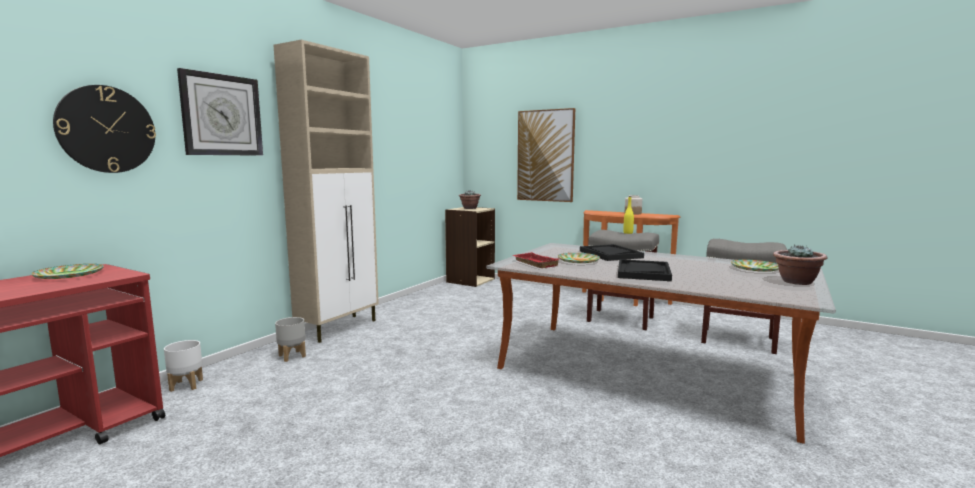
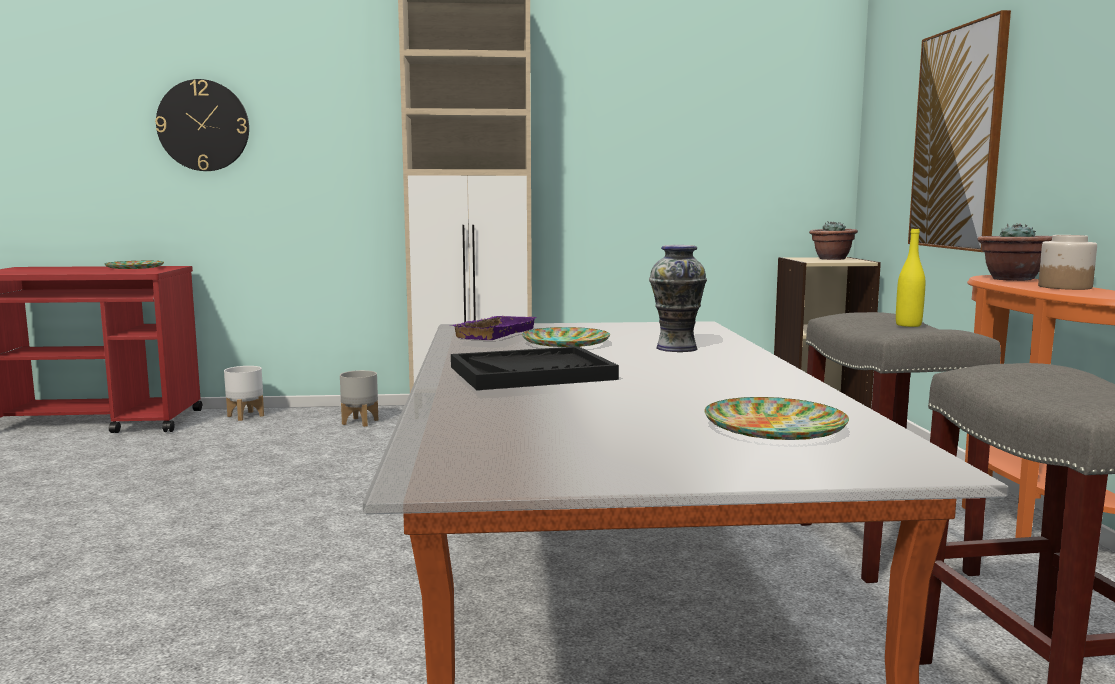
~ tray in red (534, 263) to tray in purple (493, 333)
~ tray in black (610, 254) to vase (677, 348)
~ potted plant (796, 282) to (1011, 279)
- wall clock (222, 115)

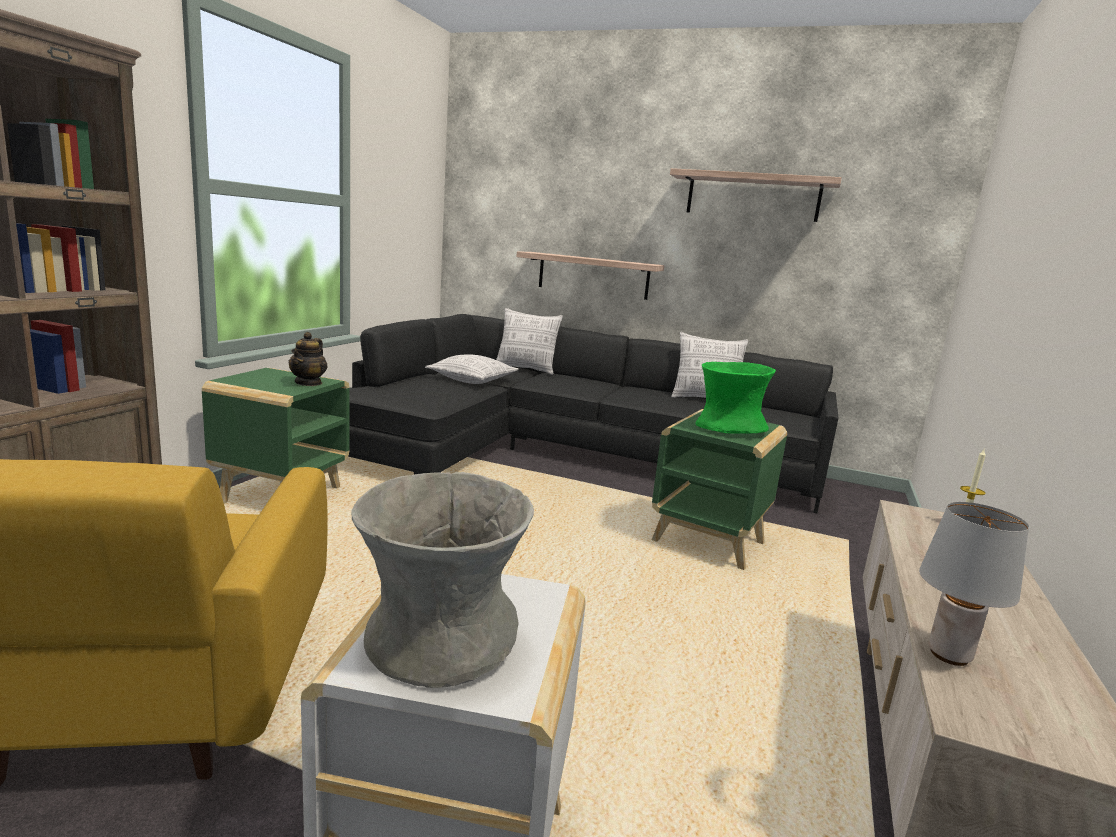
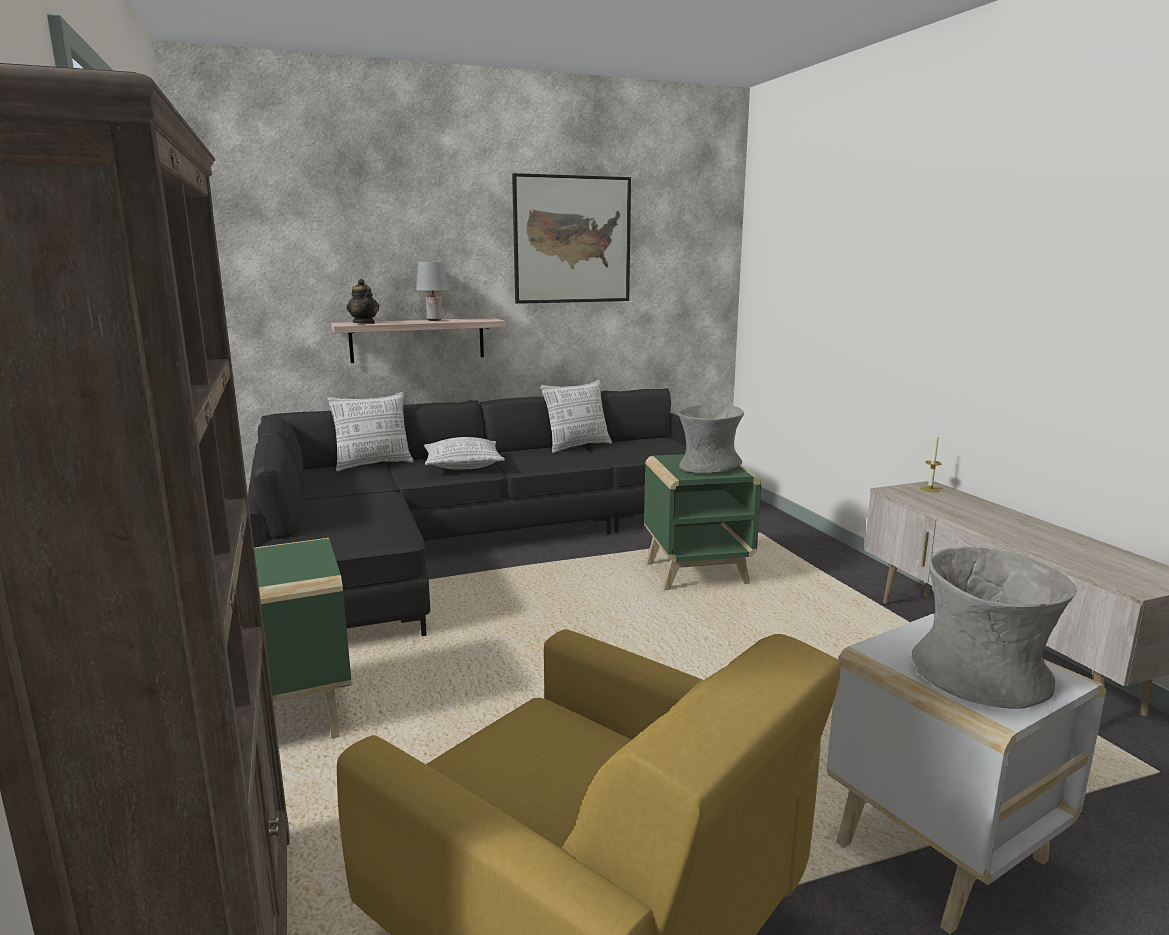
~ teapot (309, 383) to (364, 323)
~ table lamp in grey (949, 655) to (434, 320)
~ pillow (472, 380) to (463, 465)
~ shelf (753, 197) to picture (572, 240)
~ vase in green (729, 429) to vase in grey (708, 467)

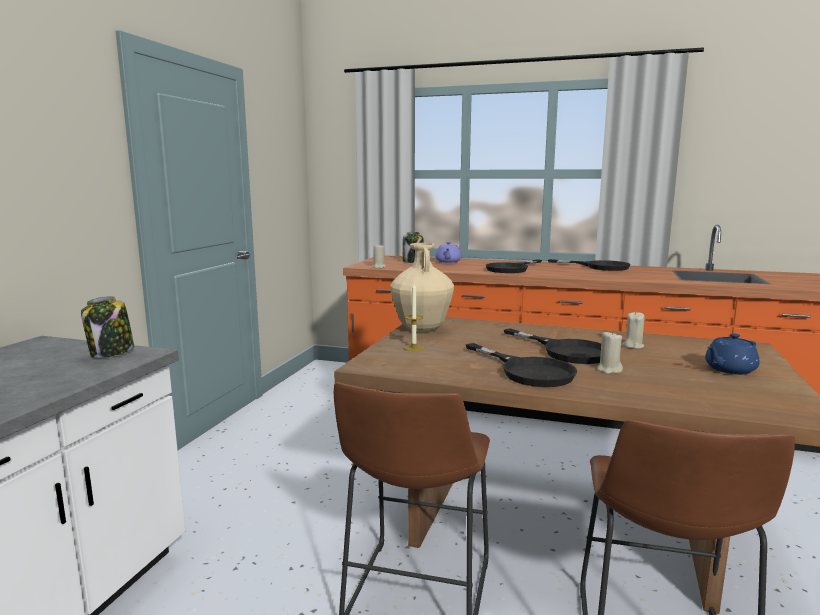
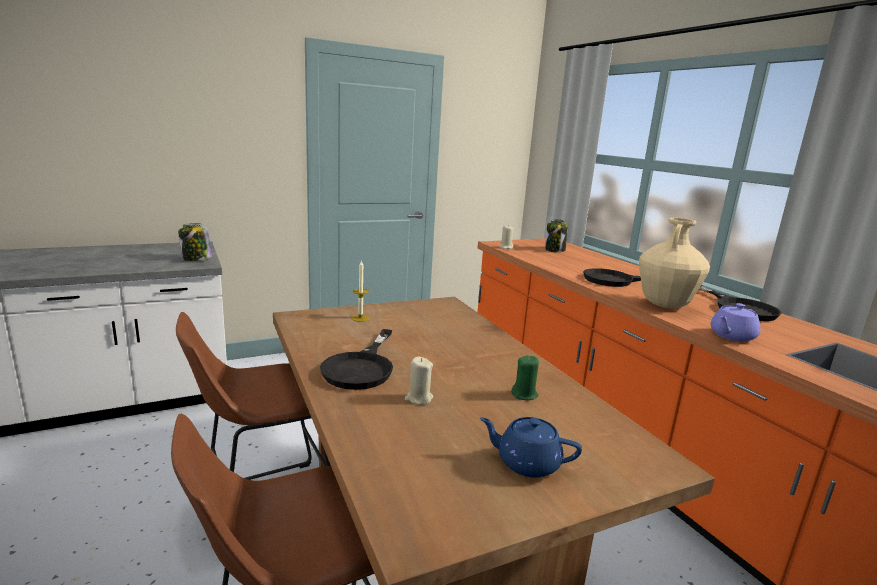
~ candle in beige (632, 346) to candle in green (524, 395)
~ vase in beige (422, 329) to (665, 305)
~ teapot in purple (448, 262) to (731, 336)
- frying pan in black (566, 351)

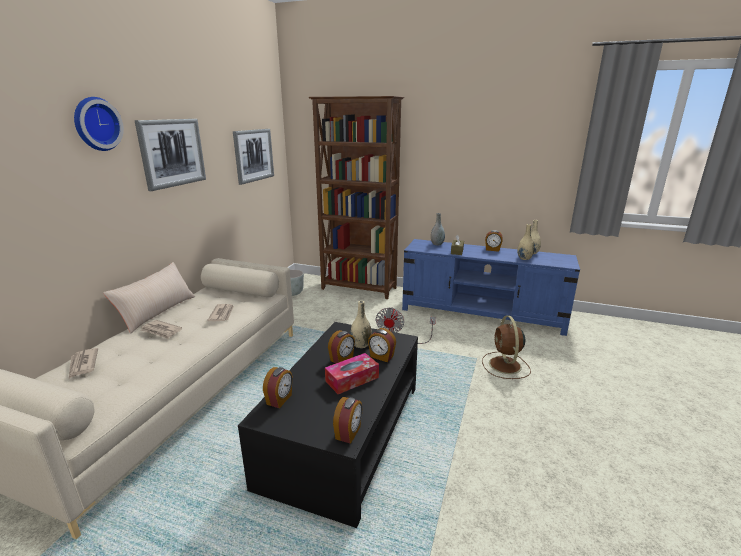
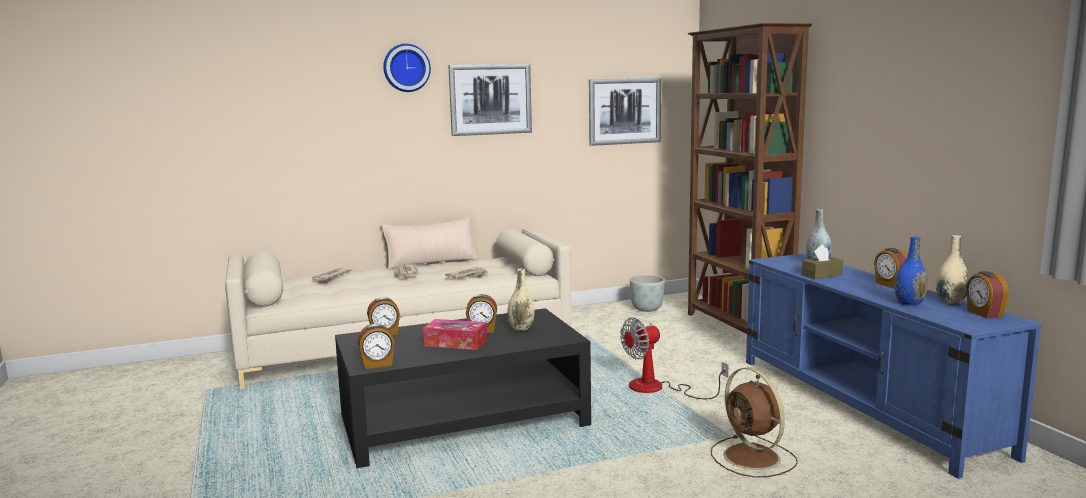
~ fan in brown (505, 366) = (753, 458) 75 degrees counterclockwise
~ vase in beige (524, 258) to vase in blue (909, 303)
~ alarm clock (381, 357) to (984, 314)

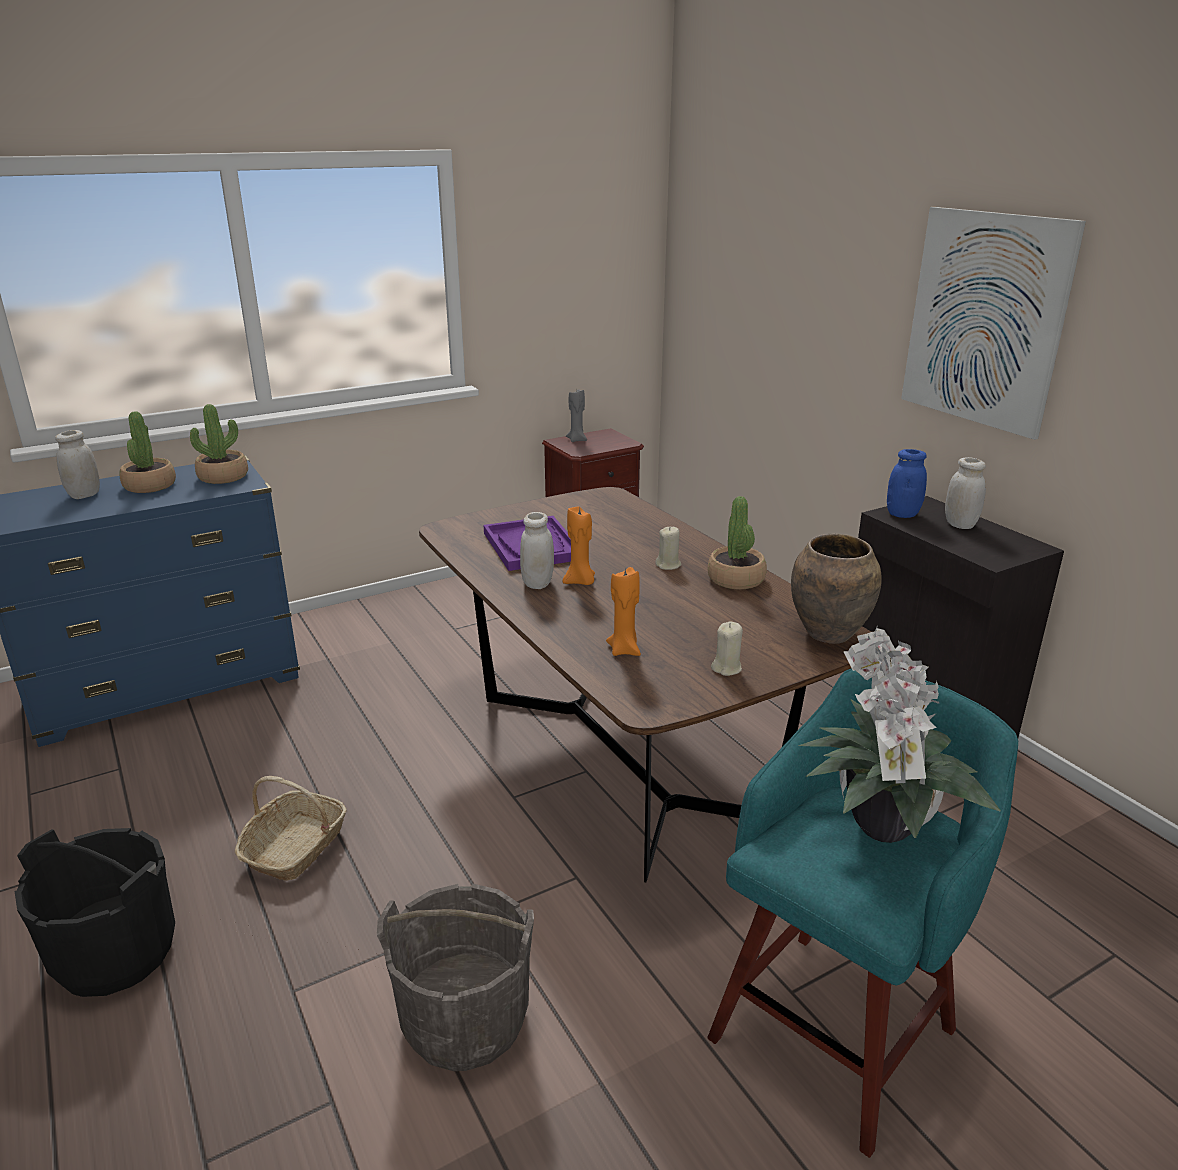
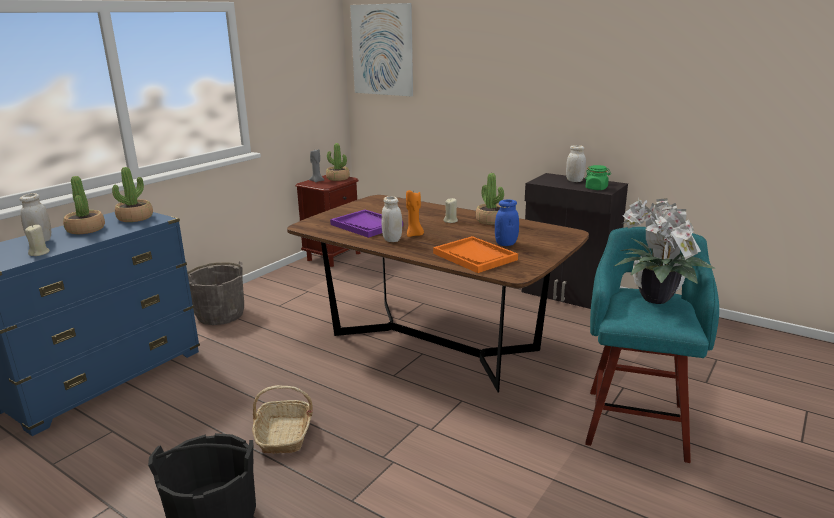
~ candle in beige (726, 668) to (39, 253)
~ bucket in grey (465, 1019) to (220, 315)
+ potted plant (338, 178)
~ picture (984, 320) to (382, 50)
~ candle in orange (624, 650) to tray in orange (475, 256)
~ jar in blue (902, 514) to (506, 243)
+ jar in green (596, 188)
- vase in brown (829, 634)

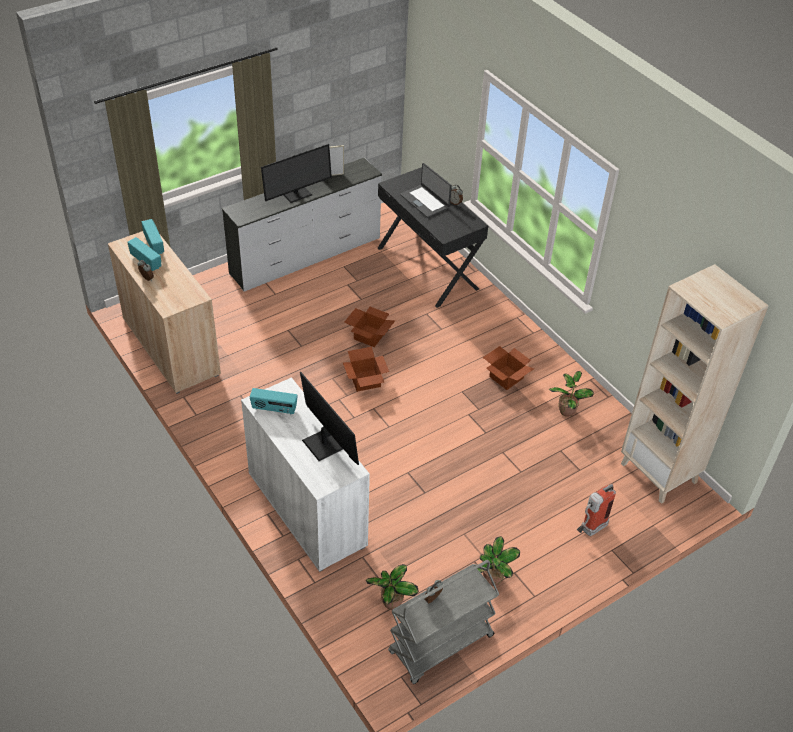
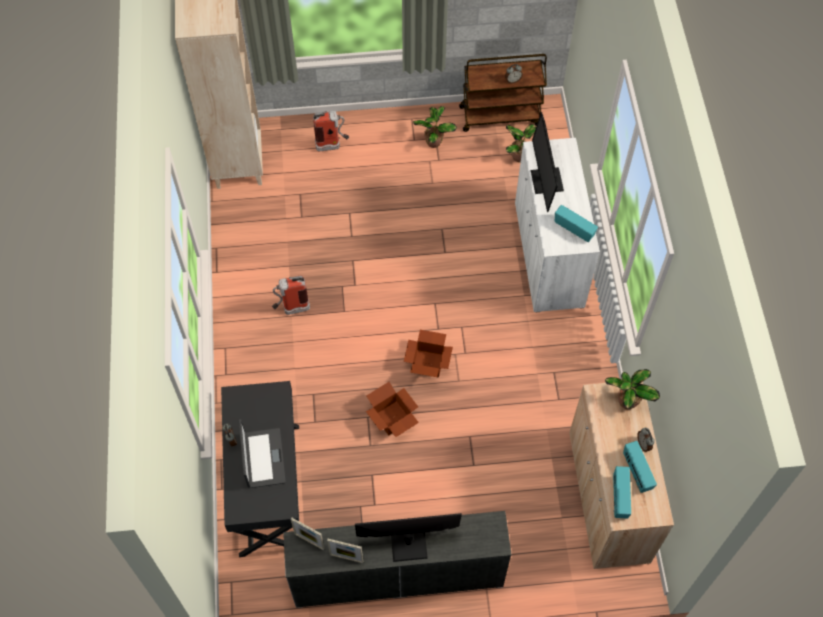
~ cardboard box (506, 376) to fire extinguisher (291, 309)
+ picture frame (309, 541)
~ cart in grey (441, 645) to cart in brown (500, 115)
~ potted plant (567, 410) to (626, 402)

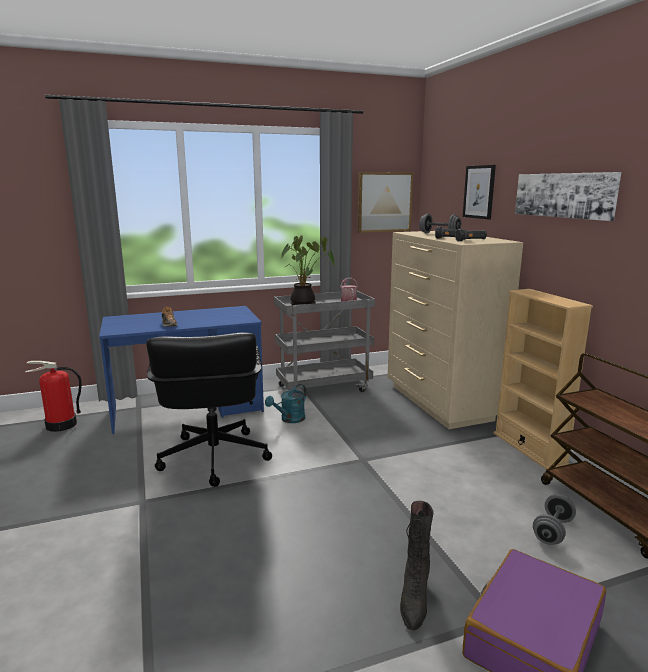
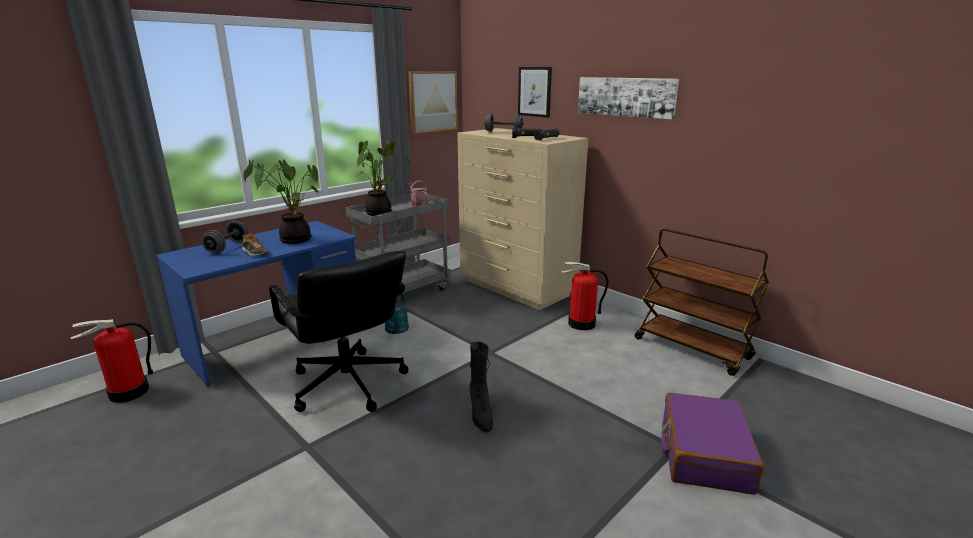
~ dumbbell in grey (552, 531) to (228, 247)
+ potted plant (295, 239)
~ boot in black (414, 599) to (480, 414)
+ fire extinguisher (581, 324)
- bookcase in beige (529, 448)

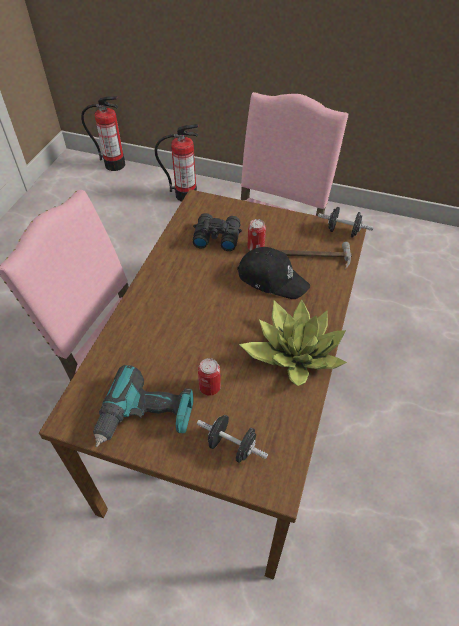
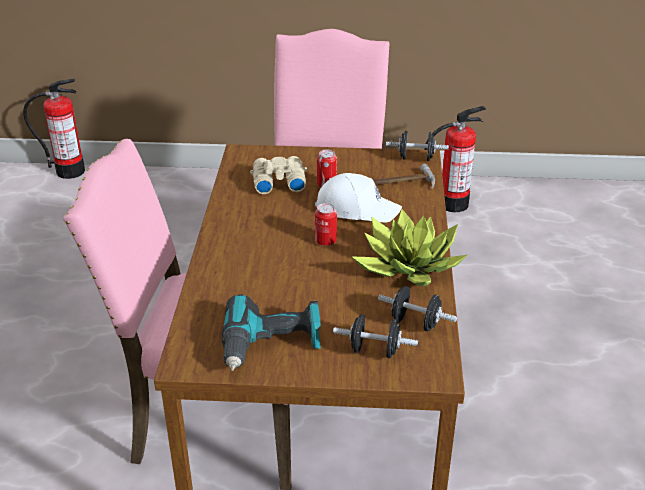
~ binoculars in black (216, 237) to binoculars in beige (277, 182)
~ cap in black (272, 278) to cap in white (356, 208)
~ can (209, 387) to (325, 241)
+ dumbbell in black (415, 323)
~ fire extinguisher (186, 195) to (453, 204)

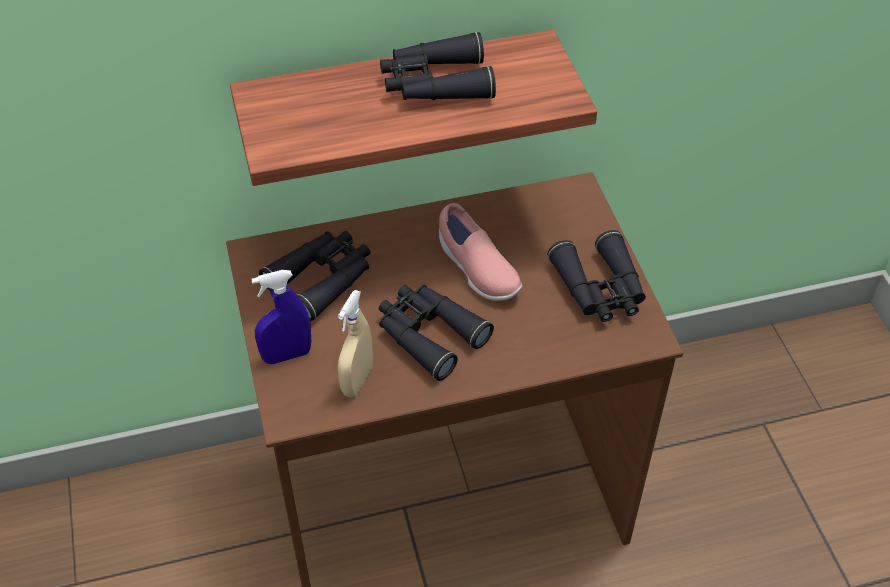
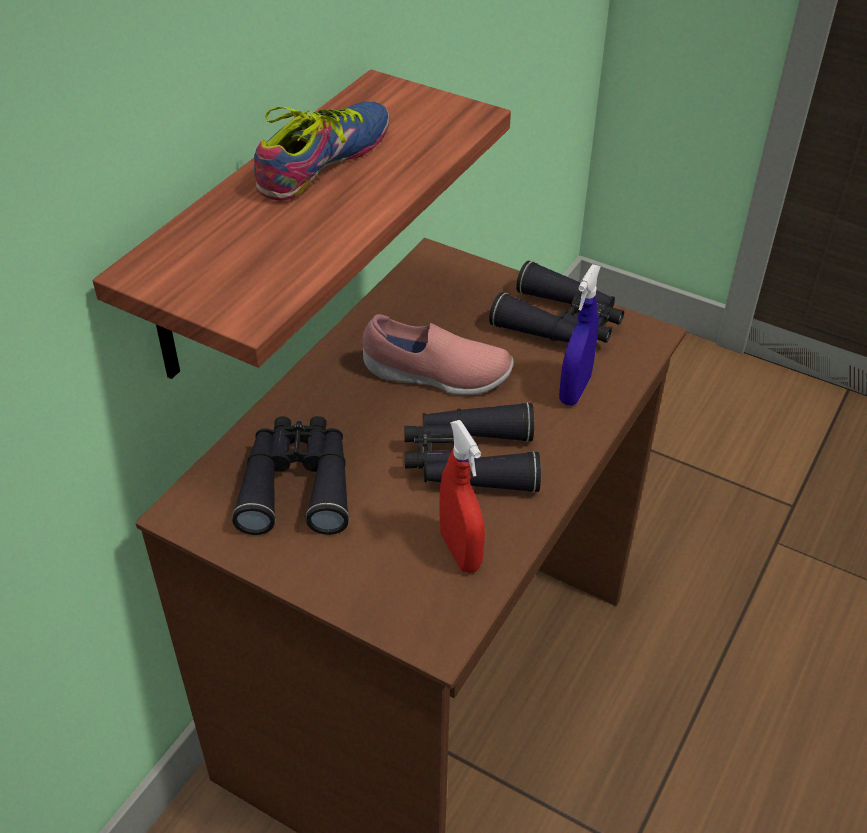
~ binoculars in black (435, 83) to shoe (329, 163)
~ spray bottle in beige (357, 381) to spray bottle in red (460, 551)
~ spray bottle in blue (287, 355) to (575, 390)

